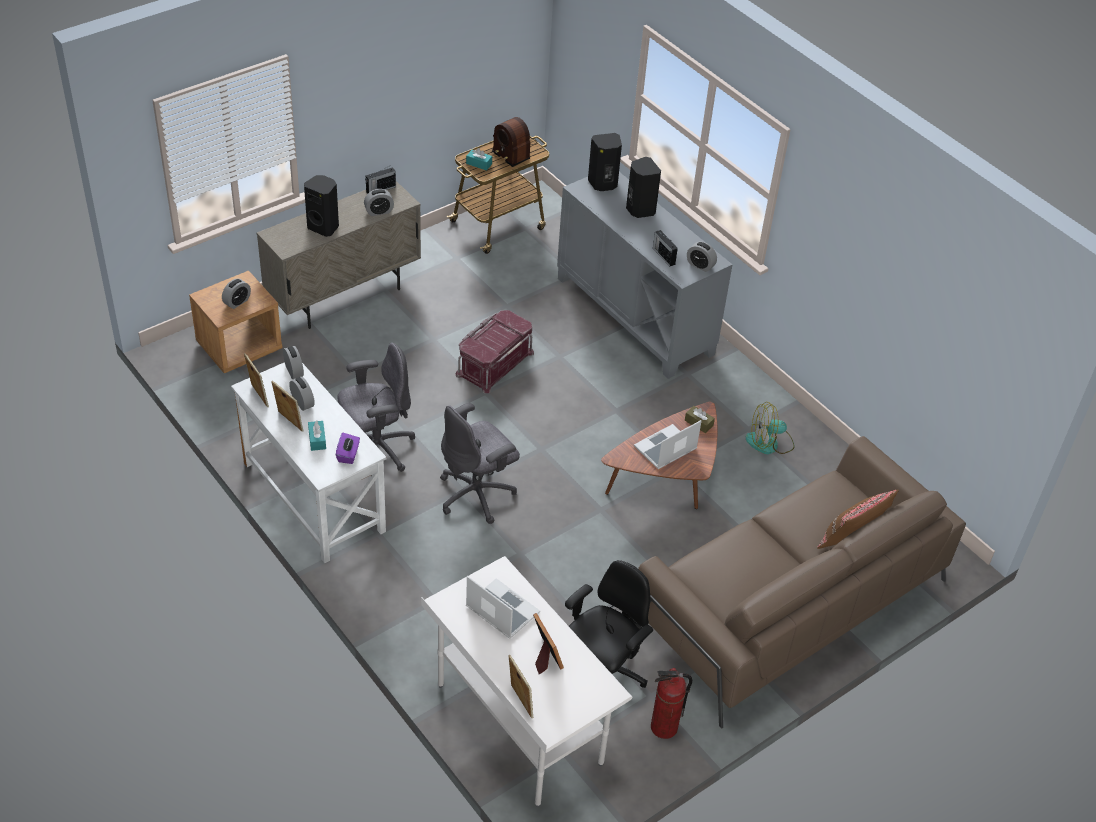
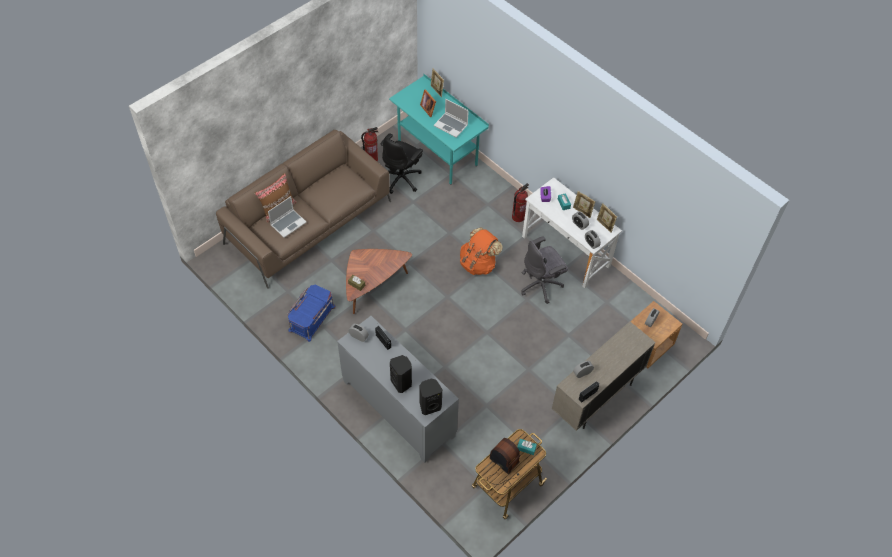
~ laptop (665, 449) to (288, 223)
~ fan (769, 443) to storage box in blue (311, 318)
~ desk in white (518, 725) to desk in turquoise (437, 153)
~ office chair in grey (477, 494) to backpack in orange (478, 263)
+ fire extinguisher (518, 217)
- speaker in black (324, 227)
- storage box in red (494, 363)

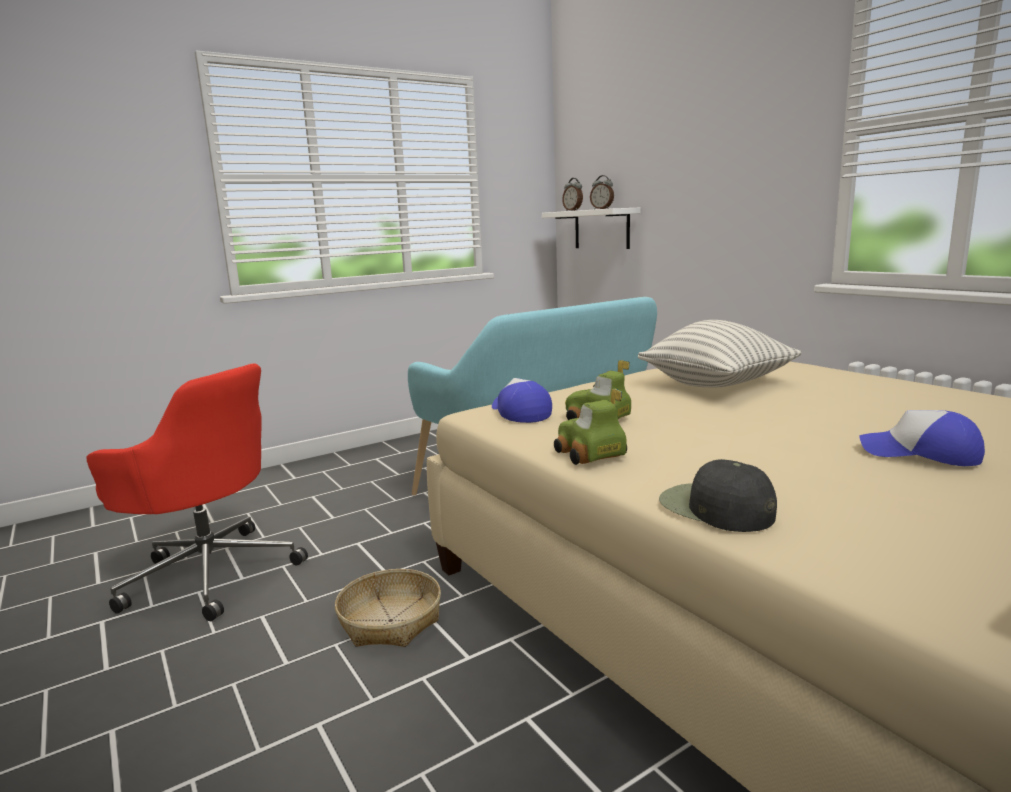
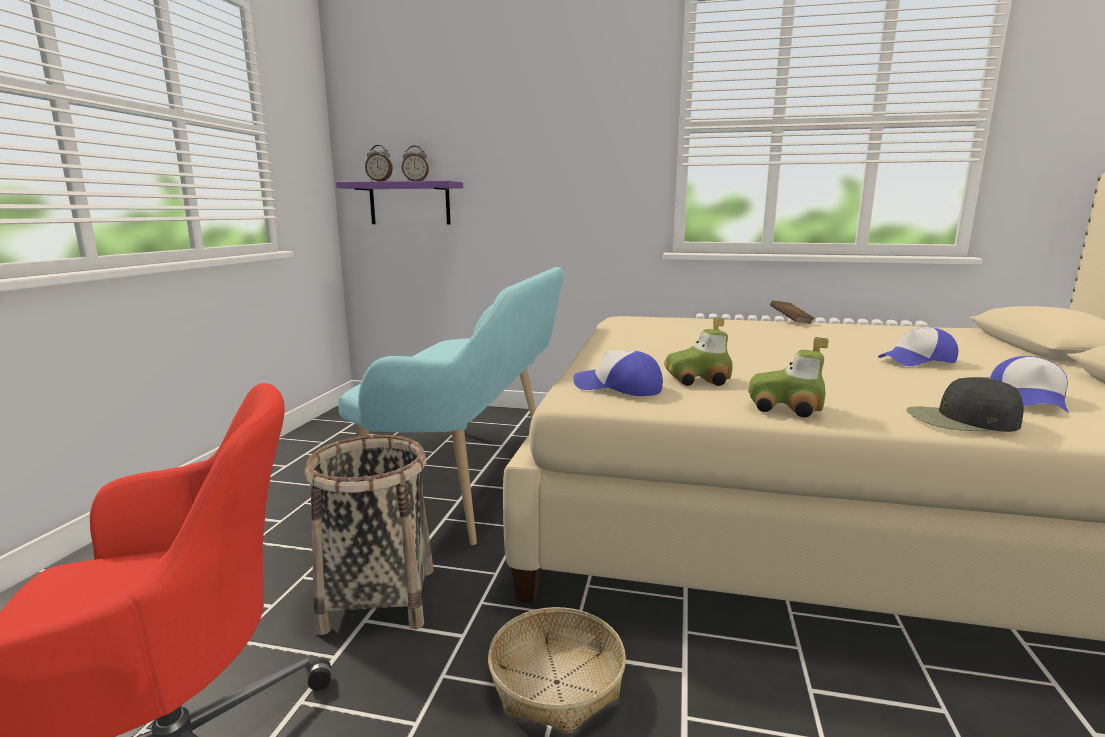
+ basket (379, 598)
~ shelf in white (601, 229) to shelf in purple (409, 203)
+ book in brown (790, 322)
+ cap (1029, 399)
- pillow (716, 385)

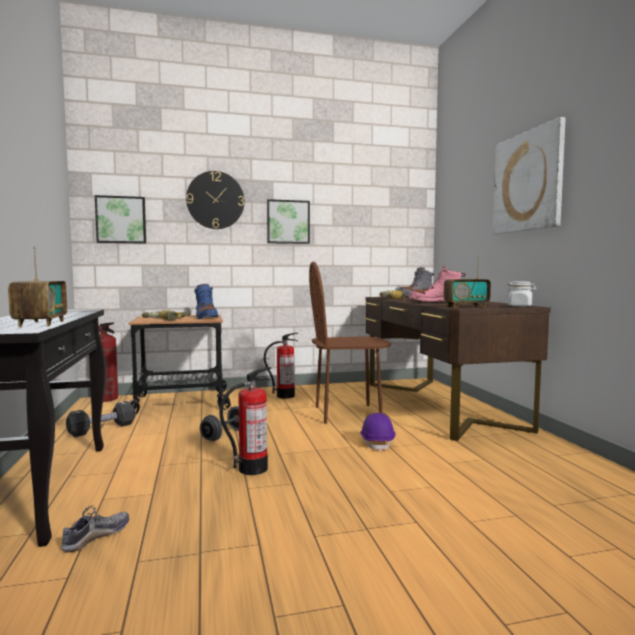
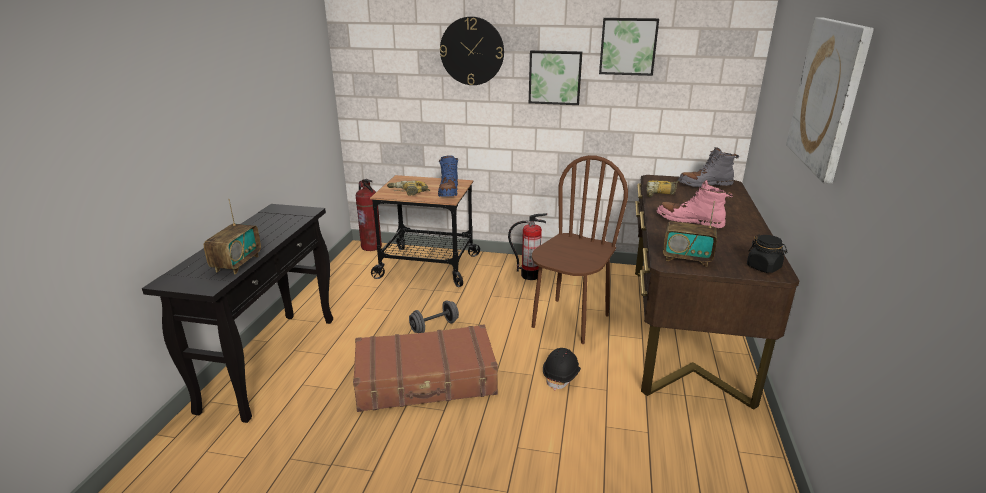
~ fire extinguisher (252, 469) to suitcase in brown (426, 381)
~ chair in brown (347, 413) = (570, 321) 105 degrees clockwise
~ hard hat in purple (377, 443) to hard hat in black (562, 376)
~ picture (121, 220) to (628, 46)
~ jar in white (520, 306) to jar in black (763, 267)
- shoe (96, 537)
- dumbbell in black (102, 429)

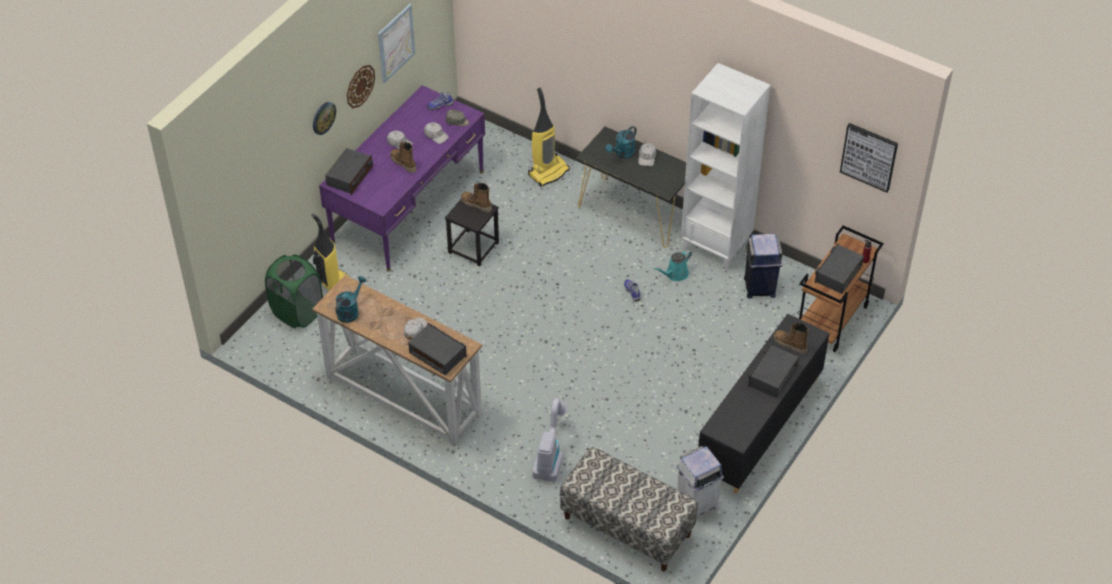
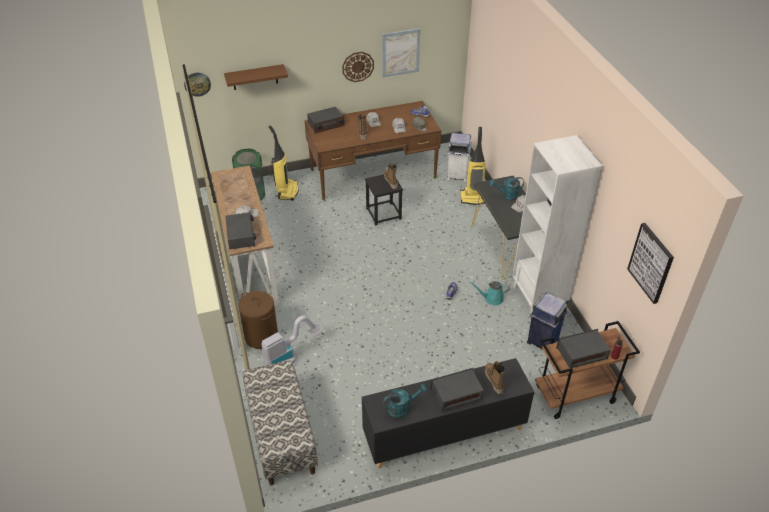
~ wall clock (323, 118) to (197, 84)
+ shelf in brown (255, 77)
+ laundry basket in brown (261, 336)
~ desk in purple (408, 206) to desk in brown (373, 174)
~ watering can in turquoise (350, 311) to (402, 408)
~ trash can in white (696, 503) to (457, 175)

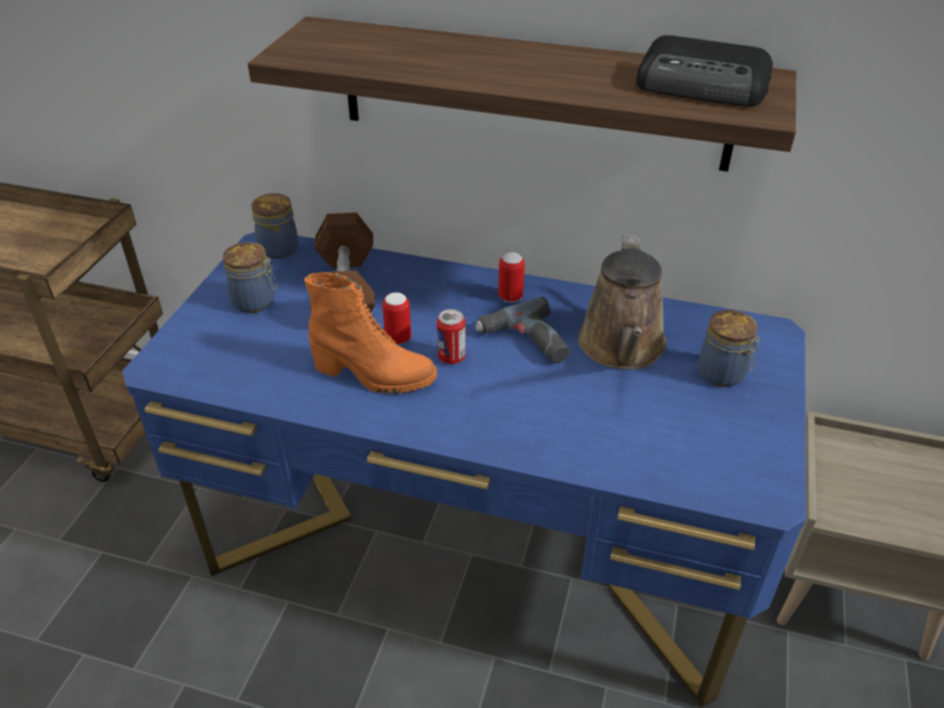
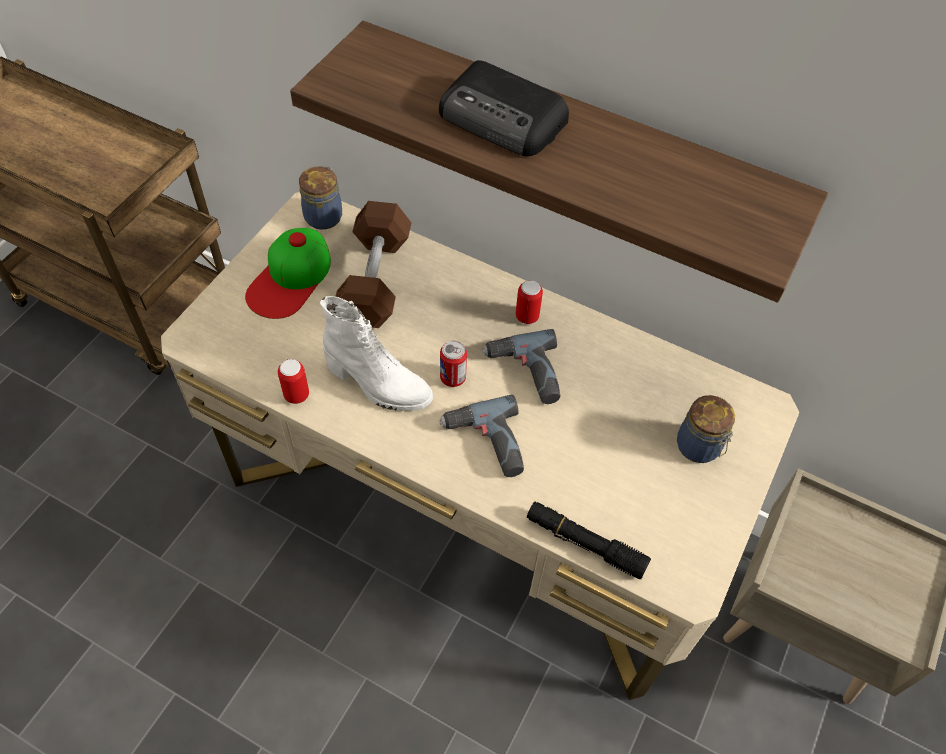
~ desk in blue (472, 549) to desk in beige (467, 509)
~ jar (256, 302) to cap (290, 279)
~ can (398, 338) to (296, 395)
~ boot in orange (373, 376) to boot in white (377, 385)
~ radio (703, 85) to (503, 119)
+ power drill (486, 444)
+ flashlight in black (585, 543)
- watering can in brown (622, 348)

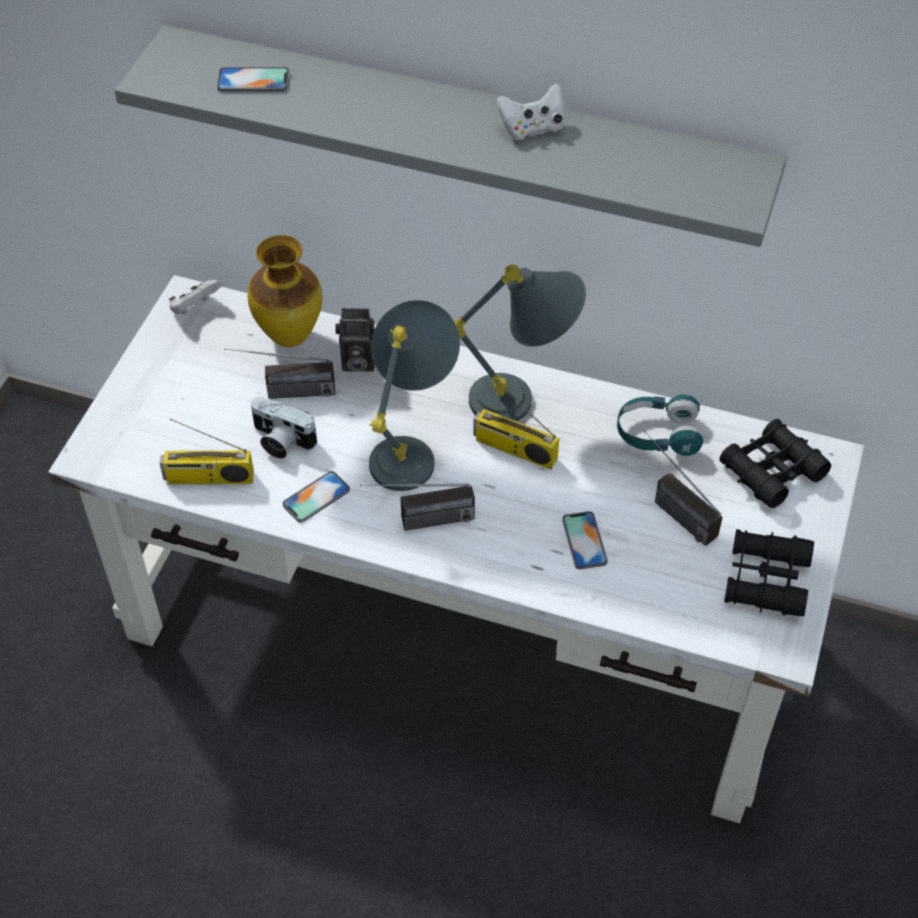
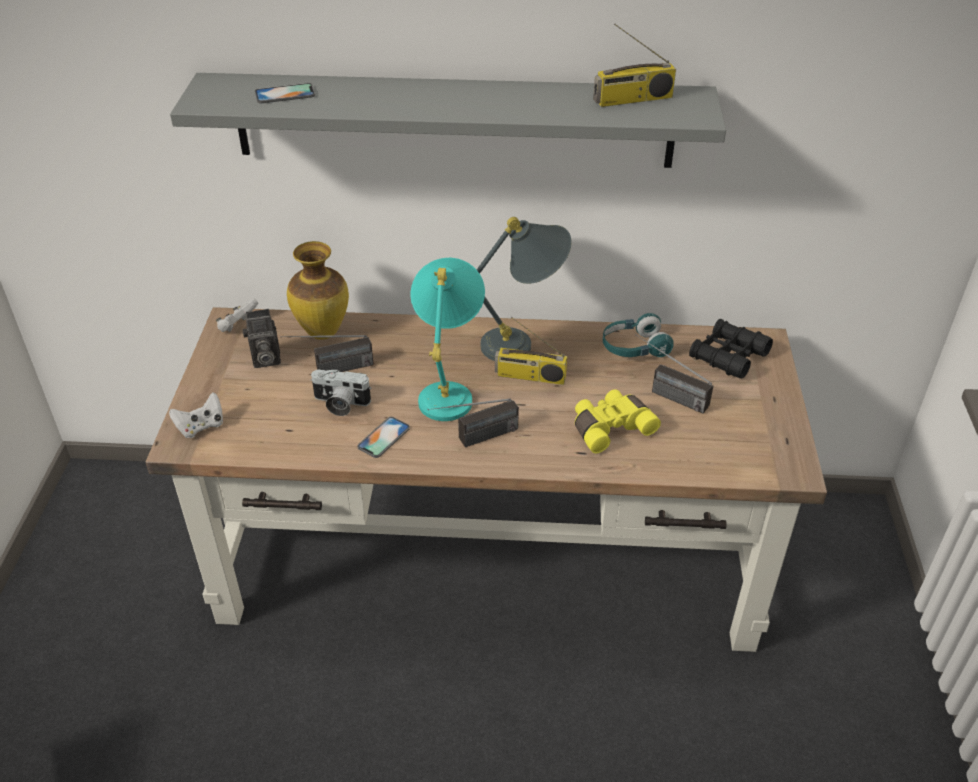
~ desk in white (462, 628) to desk in brown (491, 557)
~ game controller in white (532, 128) to (201, 427)
~ photo camera (356, 362) to (264, 360)
~ table lamp in grey (412, 447) to table lamp in turquoise (449, 389)
~ phone (584, 540) to binoculars in yellow (610, 427)
~ radio (208, 478) to (632, 100)
- binoculars in black (766, 580)

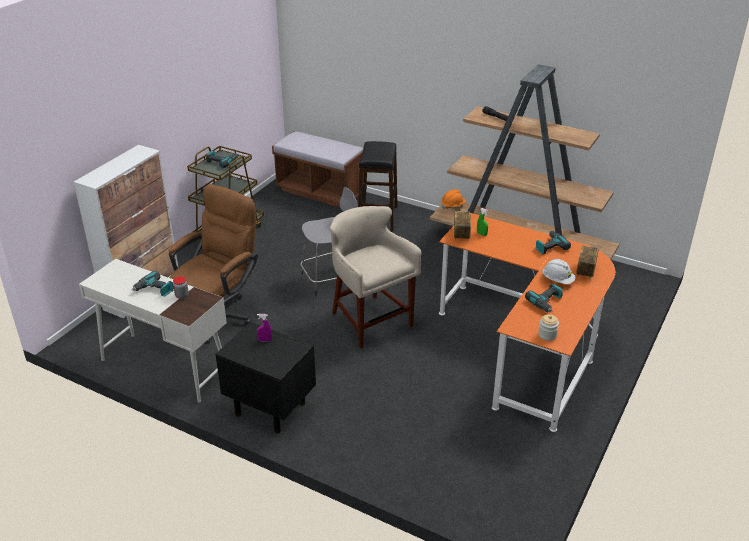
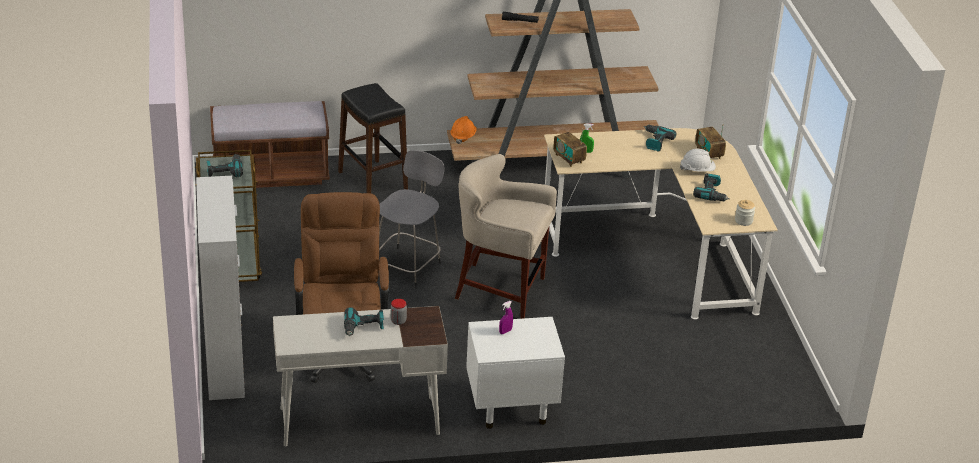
~ nightstand in black (269, 408) to nightstand in white (510, 408)
~ desk in orange (527, 346) to desk in beige (660, 252)

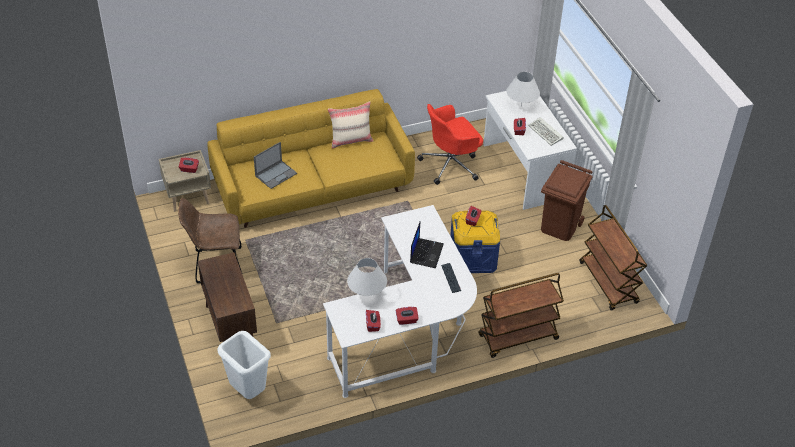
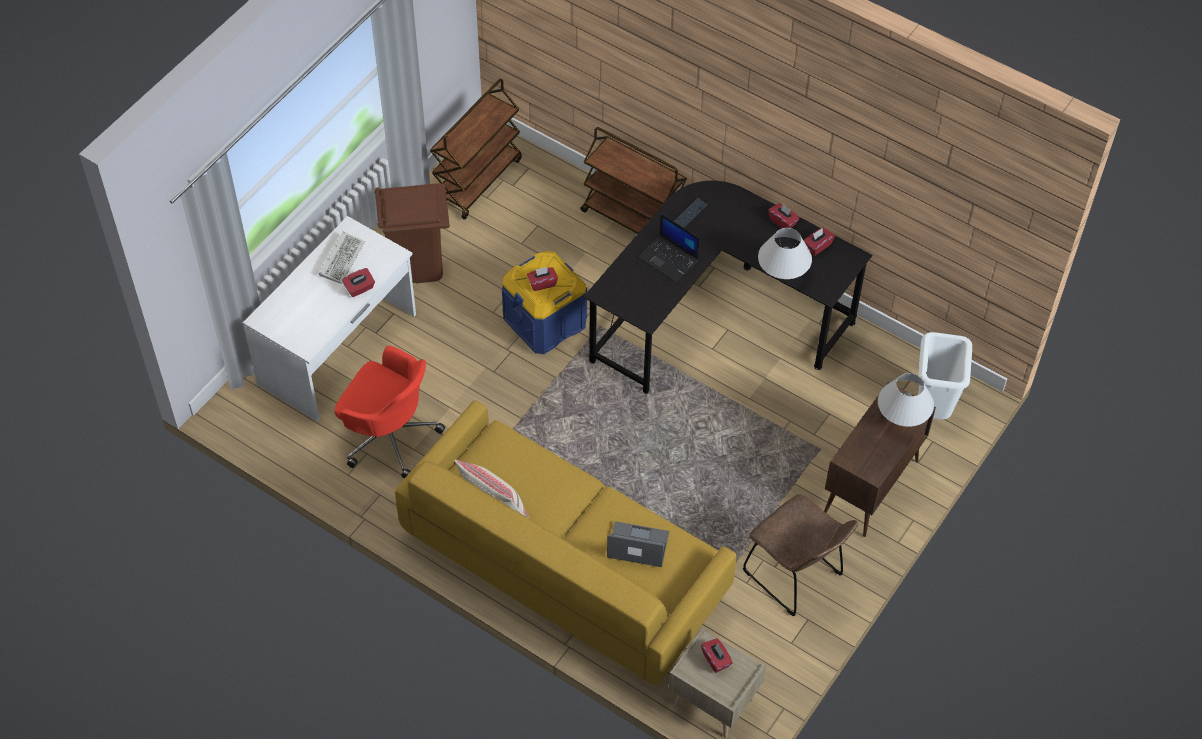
~ desk in white (408, 332) to desk in black (715, 318)
~ laptop (426, 253) = (669, 259) 120 degrees counterclockwise
~ table lamp in white (521, 106) to (901, 419)

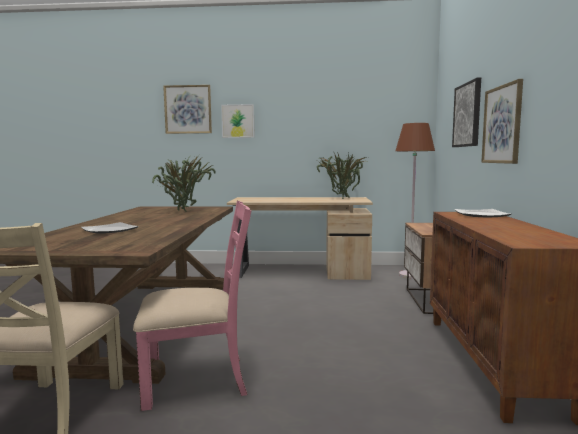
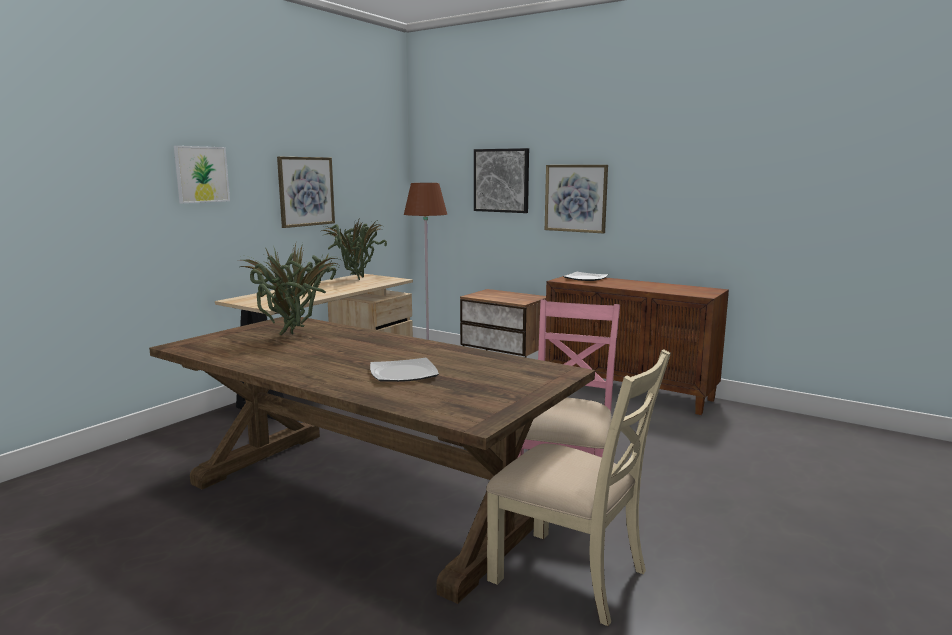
~ picture (188, 109) to (306, 191)

